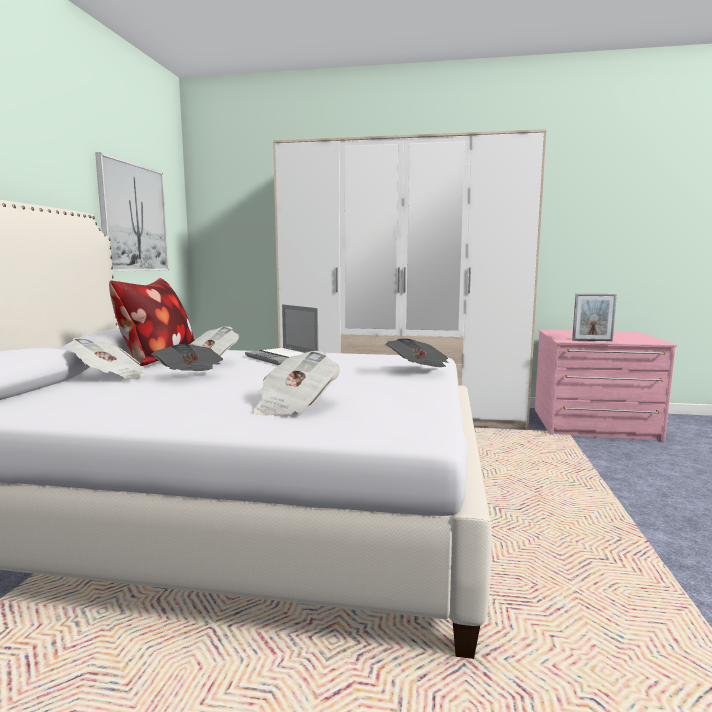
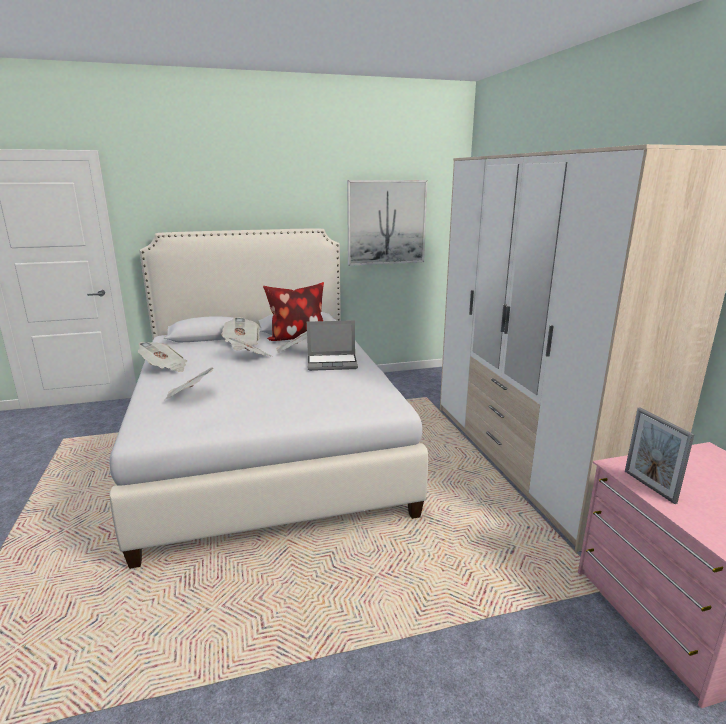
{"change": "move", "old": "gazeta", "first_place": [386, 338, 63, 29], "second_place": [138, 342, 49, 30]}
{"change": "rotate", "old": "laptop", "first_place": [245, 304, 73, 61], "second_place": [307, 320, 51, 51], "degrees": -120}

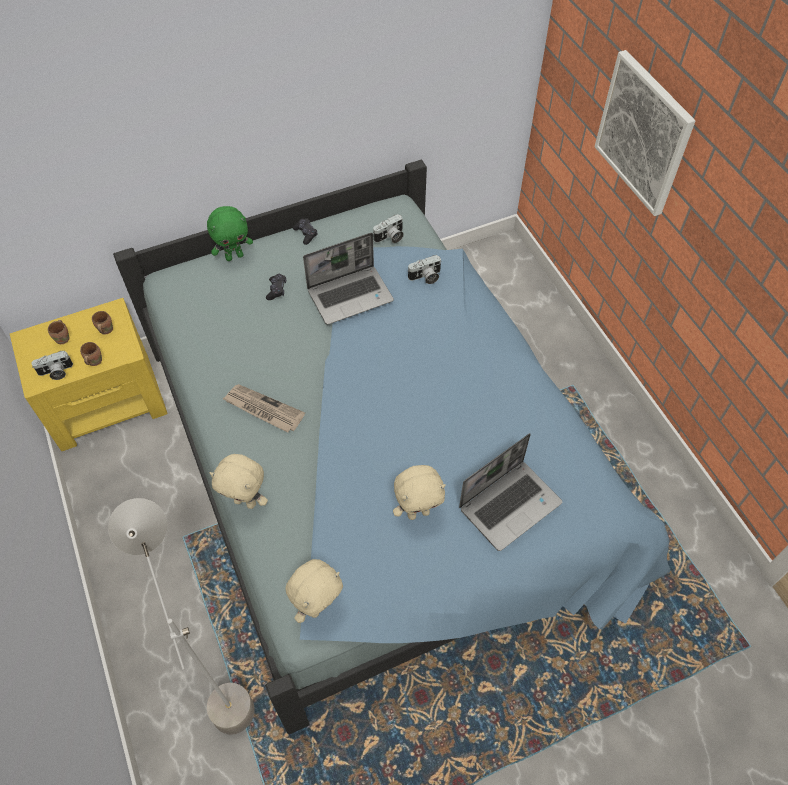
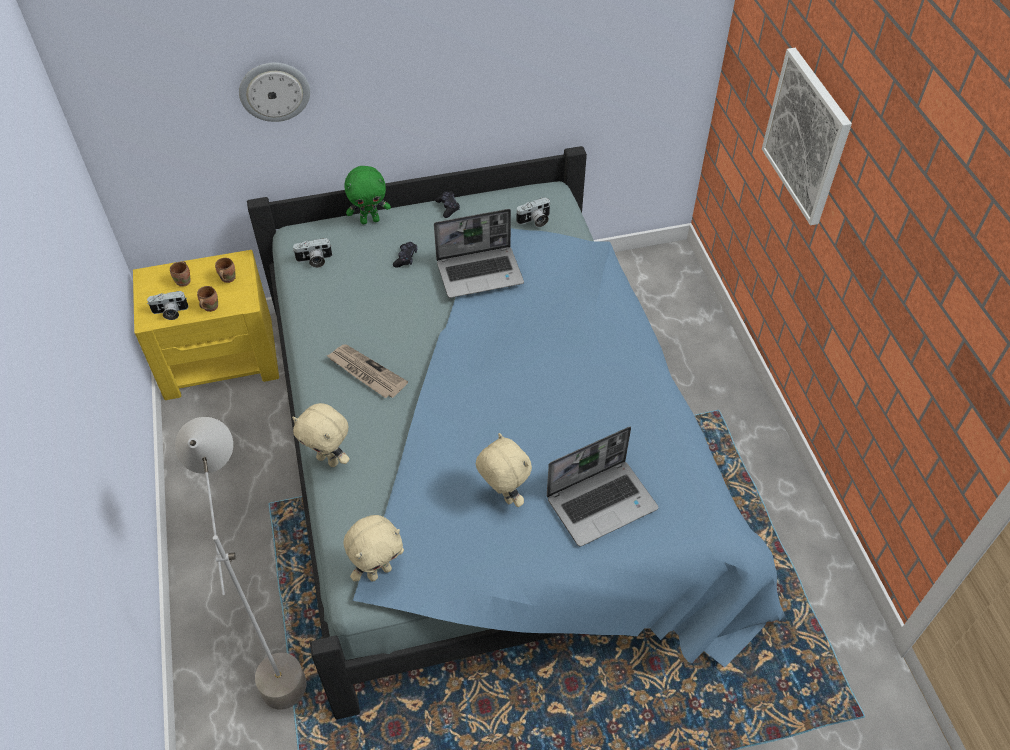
{"change": "insert", "new": "zegar ścienny", "second_place": [239, 63, 71, 59]}
{"change": "move", "old": "aparat fotograficzny", "first_place": [407, 255, 34, 29], "second_place": [293, 238, 39, 30]}
{"change": "rotate", "old": "pluszak/beżowy", "first_place": [393, 465, 53, 55], "second_place": [476, 433, 56, 74], "degrees": -120}

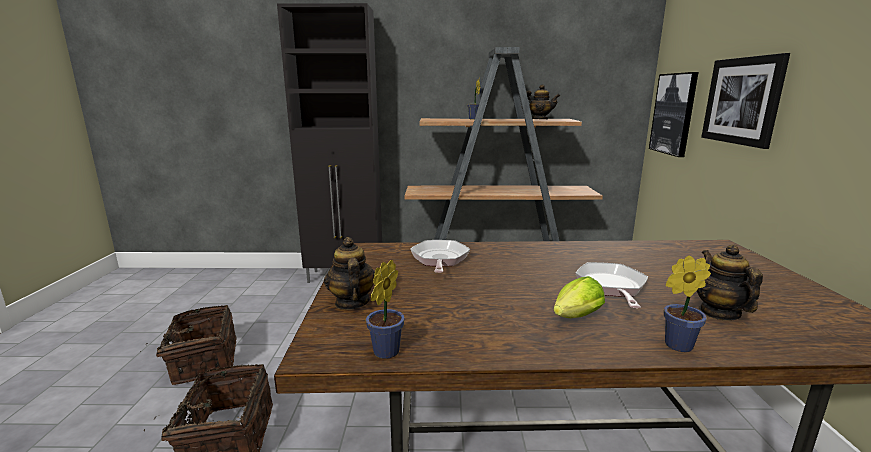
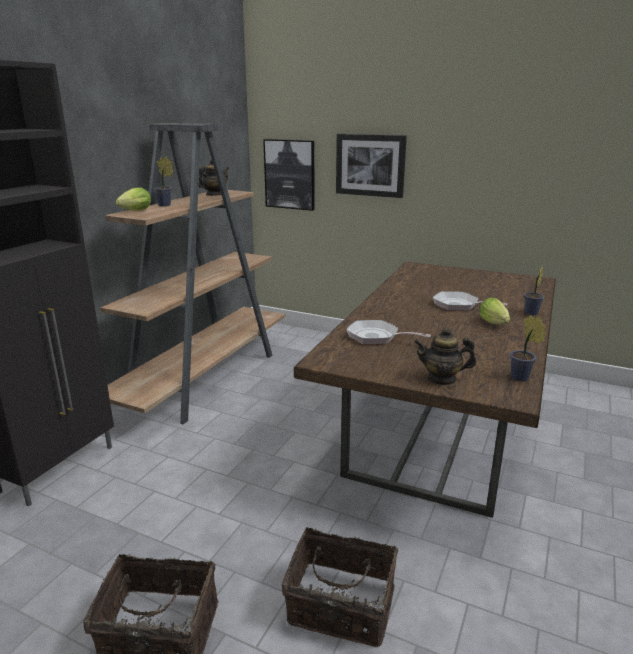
{"change": "insert", "new": "sałata", "second_place": [116, 187, 35, 24]}
{"change": "delete", "old": "imbryk", "first_place": [697, 244, 66, 77]}

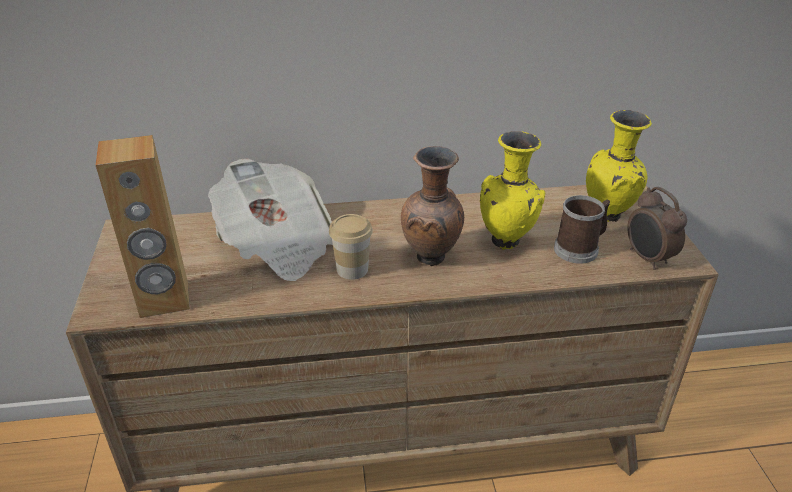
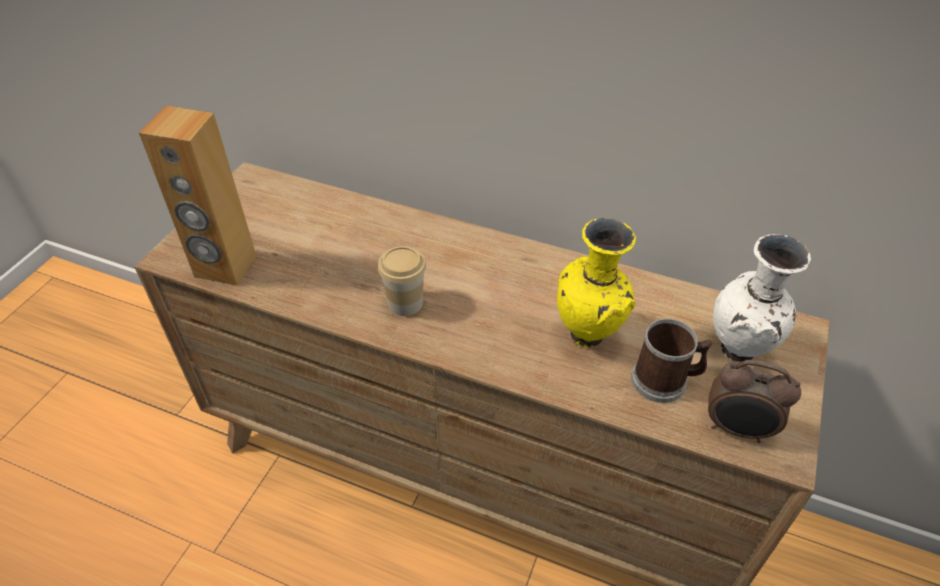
{"change": "rotate", "old": "budzik", "first_place": [627, 187, 60, 83], "second_place": [708, 360, 93, 83], "degrees": -75}
{"change": "recolor", "old": "wazon/żółty", "new": "wazon/biały", "first_place": [586, 110, 66, 112], "second_place": [713, 234, 98, 128]}
{"change": "delete", "old": "gazeta", "first_place": [208, 158, 125, 123]}
{"change": "delete", "old": "wazon/brązowy", "first_place": [401, 146, 63, 120]}

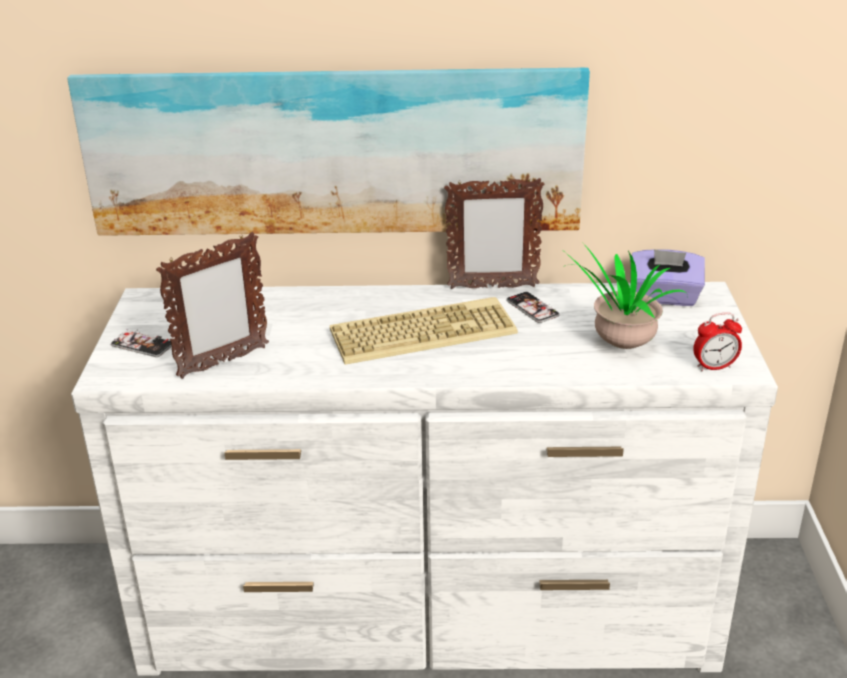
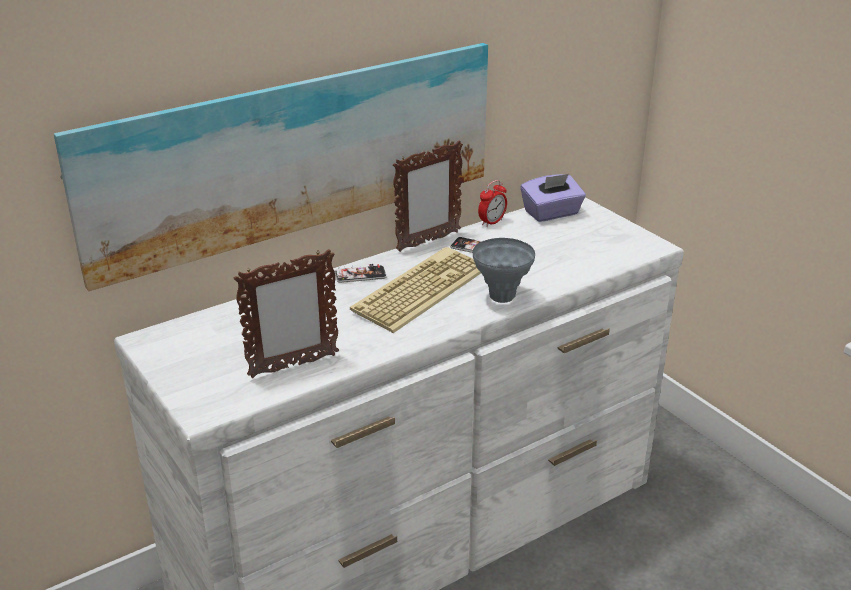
{"change": "rotate", "old": "ramka na zdjęcie", "first_place": [156, 232, 113, 147], "second_place": [234, 249, 105, 129], "degrees": 45}
{"change": "move", "old": "telefon", "first_place": [111, 329, 61, 28], "second_place": [335, 264, 52, 19]}
{"change": "insert", "new": "wazon/szary", "second_place": [473, 238, 62, 65]}
{"change": "move", "old": "budzik", "first_place": [693, 313, 49, 58], "second_place": [478, 180, 29, 47]}
{"change": "delete", "old": "roślina doniczkowa", "first_place": [565, 243, 121, 106]}

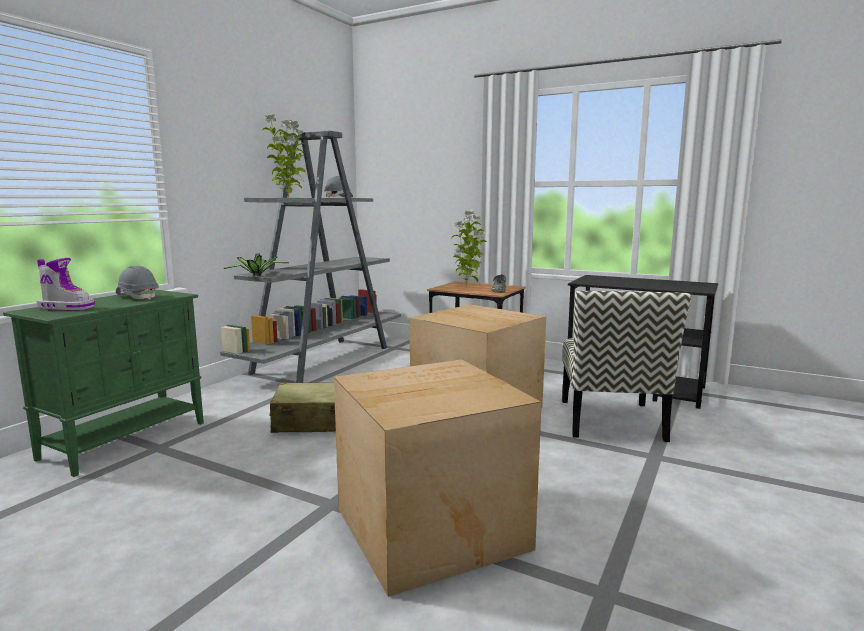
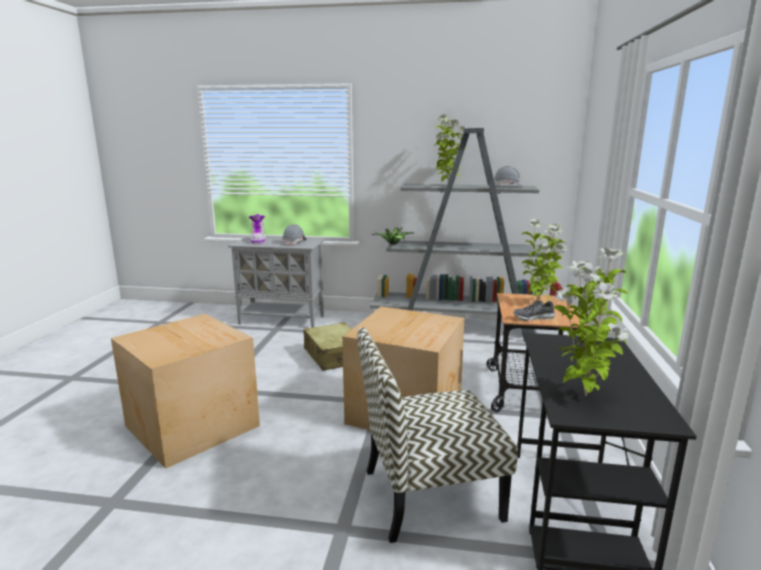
{"change": "recolor", "old": "szafka/zielony", "new": "szafka/szary", "first_place": [3, 289, 201, 188], "second_place": [228, 237, 96, 91]}
{"change": "insert", "new": "roślina doniczkowa", "second_place": [554, 248, 75, 148]}

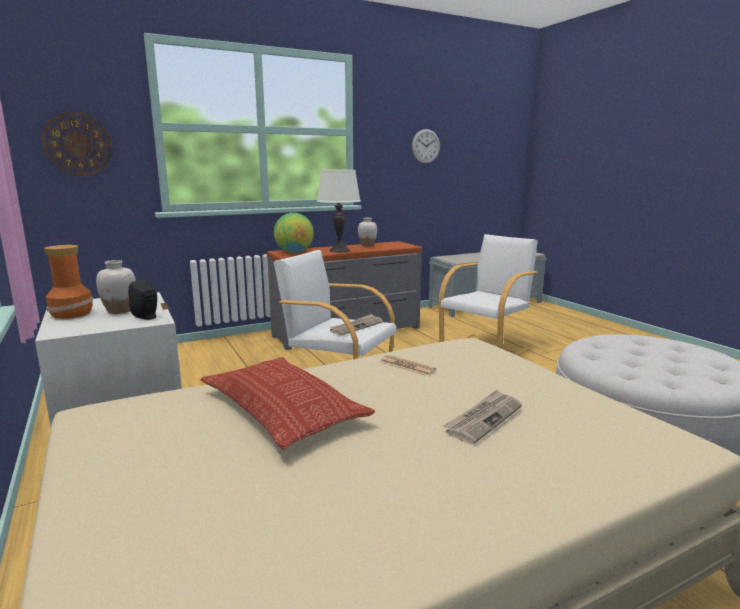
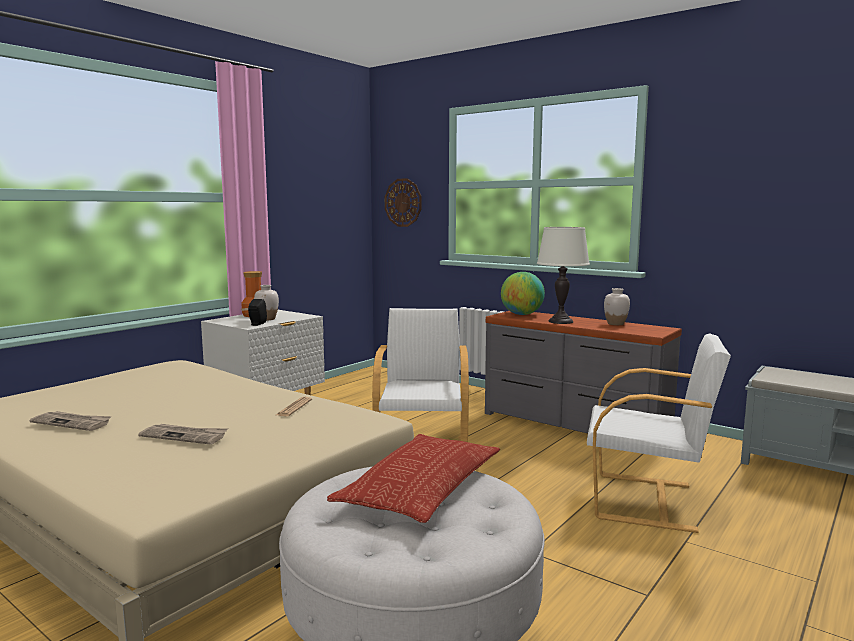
{"change": "move", "old": "gazeta", "first_place": [330, 314, 53, 21], "second_place": [30, 411, 82, 20]}
{"change": "move", "old": "poduszka", "first_place": [201, 357, 174, 93], "second_place": [327, 434, 173, 89]}
{"change": "delete", "old": "zegar ścienny", "first_place": [412, 129, 28, 35]}

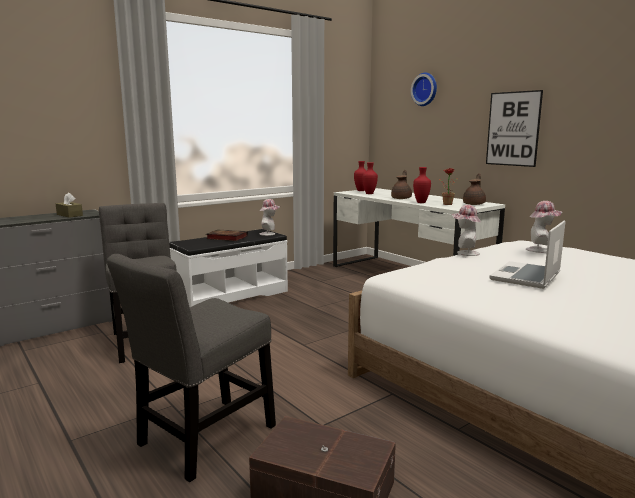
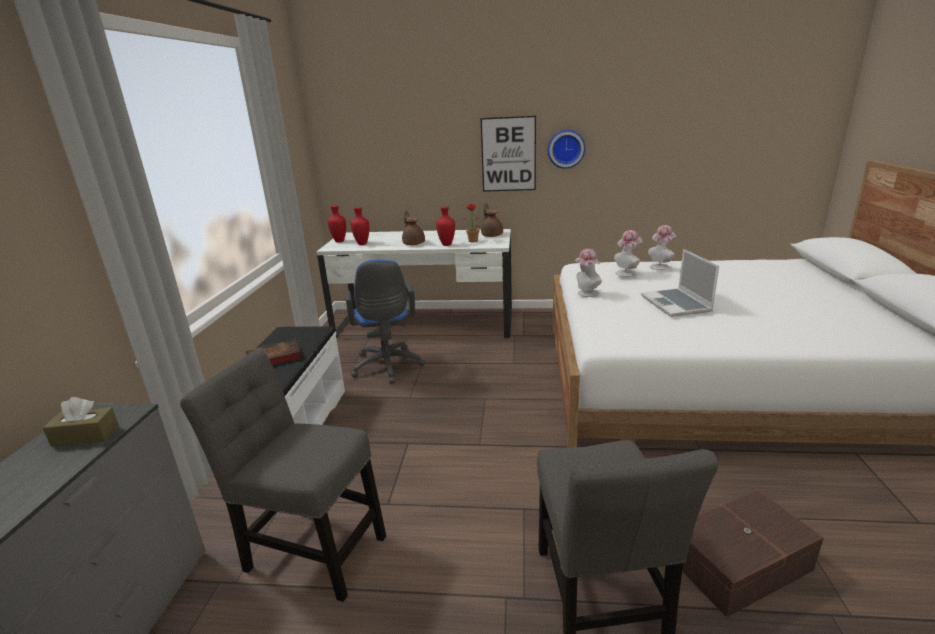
{"change": "insert", "new": "krzesło biurowe/niebieski", "second_place": [345, 259, 80, 125]}
{"change": "move", "old": "zegar ścienny", "first_place": [411, 73, 26, 33], "second_place": [548, 130, 37, 39]}
{"change": "move", "old": "kapelusz", "first_place": [260, 199, 20, 37], "second_place": [648, 225, 28, 45]}

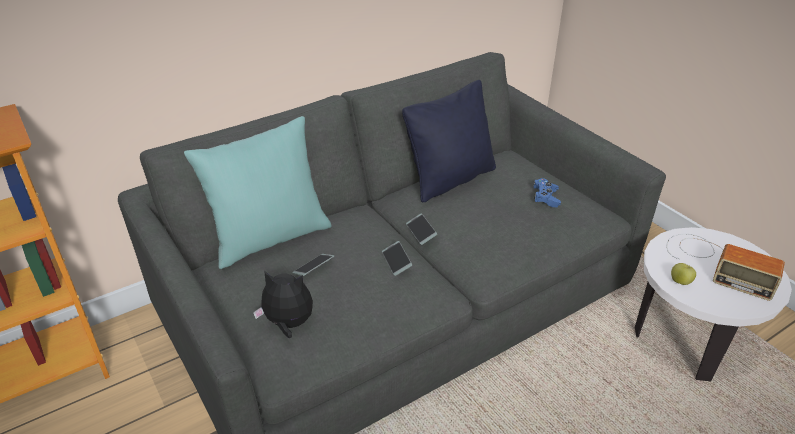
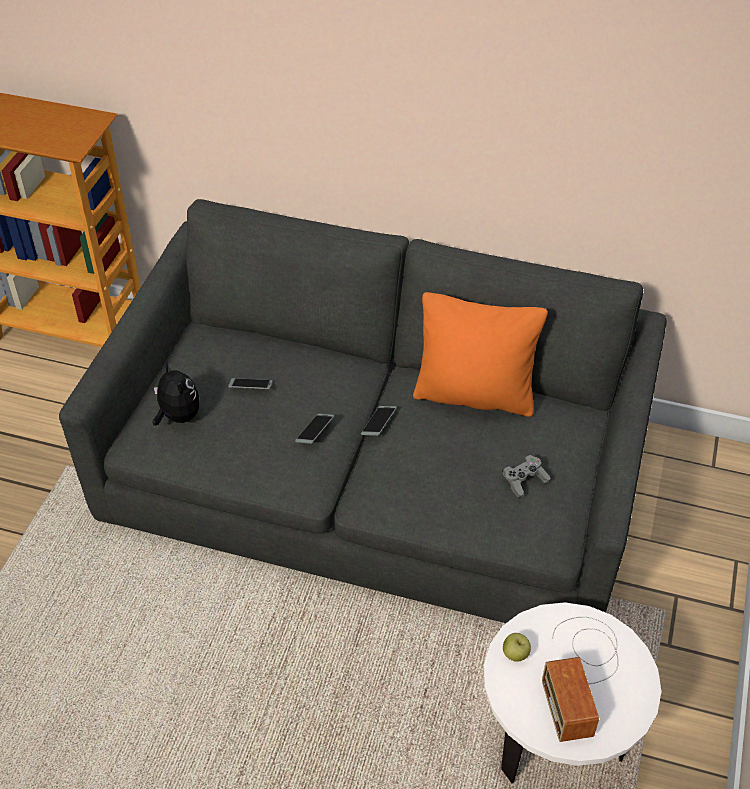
{"change": "recolor", "old": "poduszka/czarny", "new": "poduszka/pomarańczowy", "first_place": [402, 80, 94, 122], "second_place": [413, 292, 135, 125]}
{"change": "recolor", "old": "pad do gier/niebieski", "new": "pad do gier/szary", "first_place": [533, 178, 28, 29], "second_place": [502, 455, 49, 43]}
{"change": "delete", "old": "poduszka/turkusowy", "first_place": [184, 116, 148, 153]}

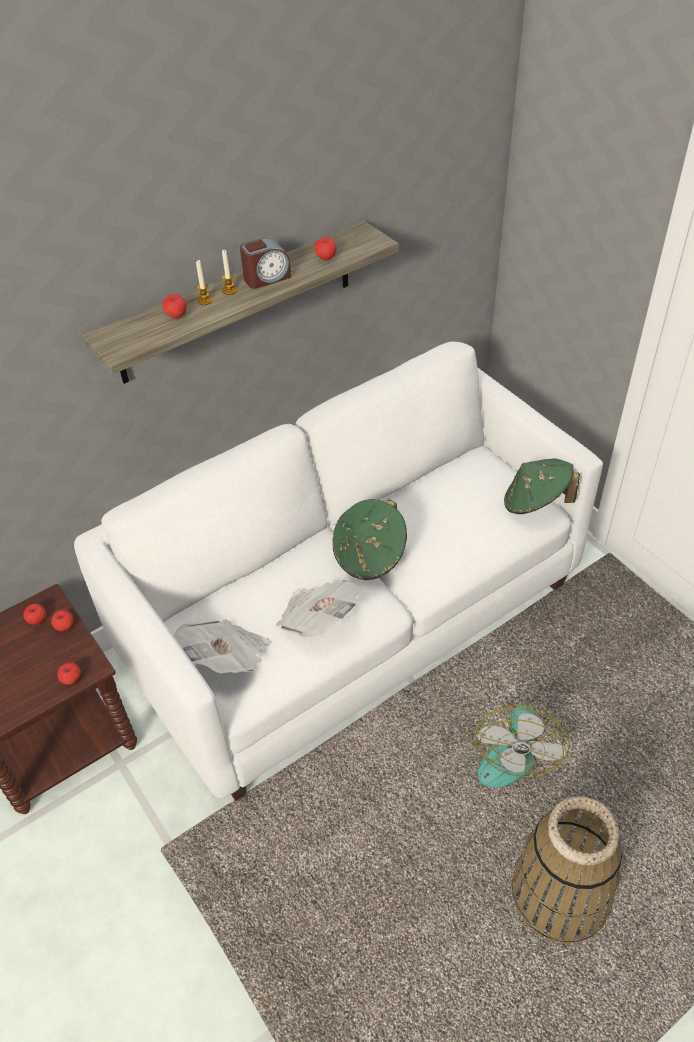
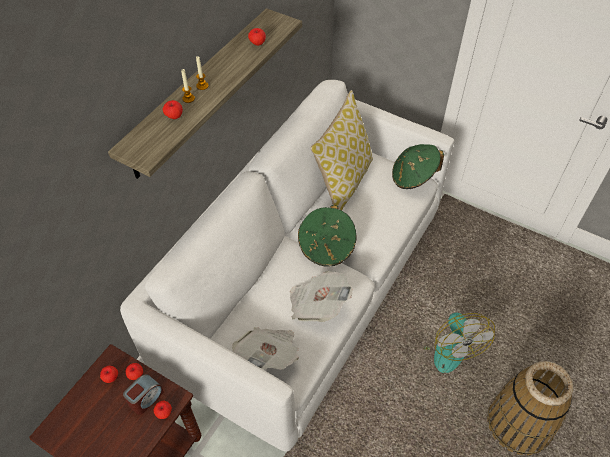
{"change": "move", "old": "budzik", "first_place": [240, 238, 51, 51], "second_place": [123, 374, 41, 41]}
{"change": "insert", "new": "poduszka", "second_place": [311, 90, 62, 121]}

